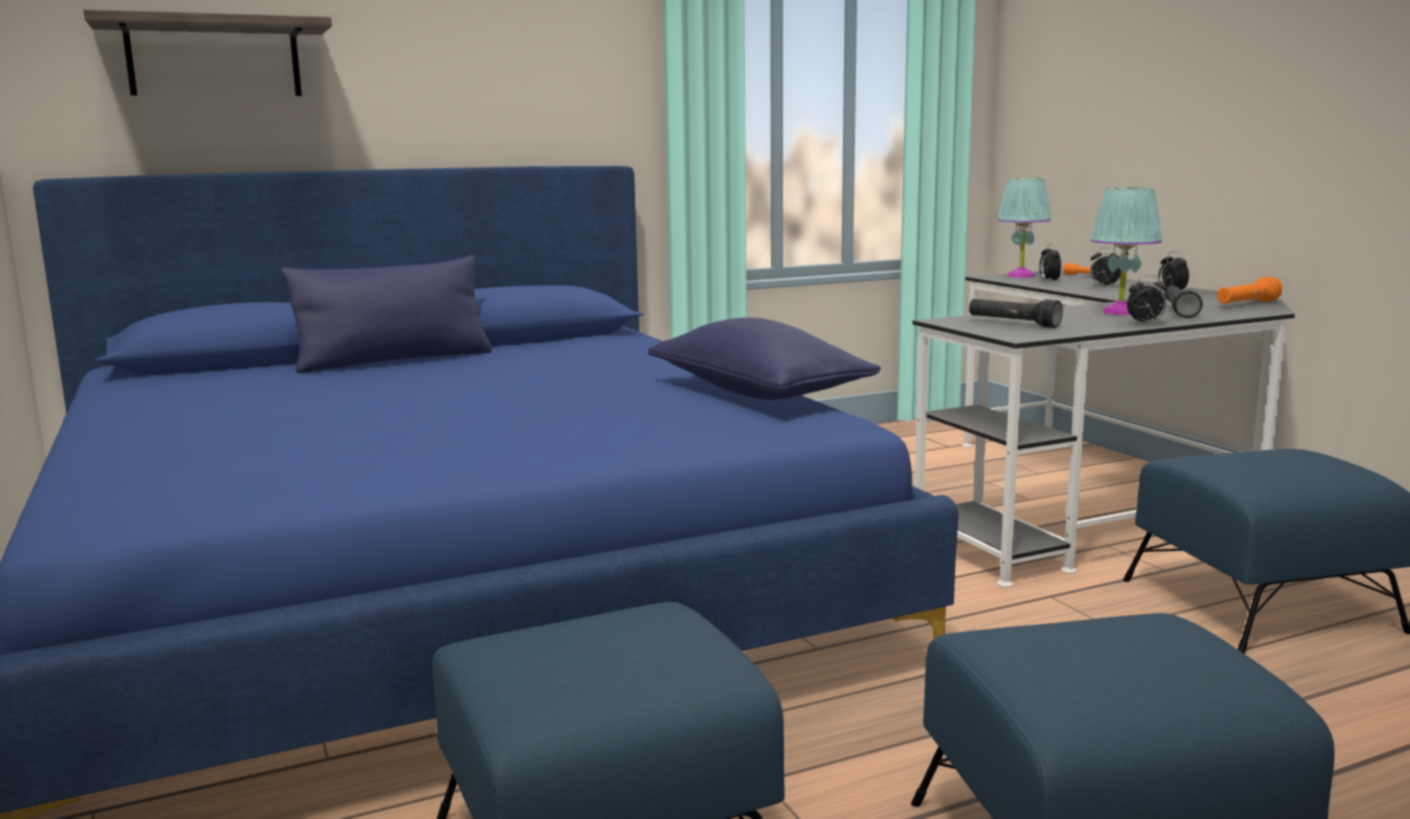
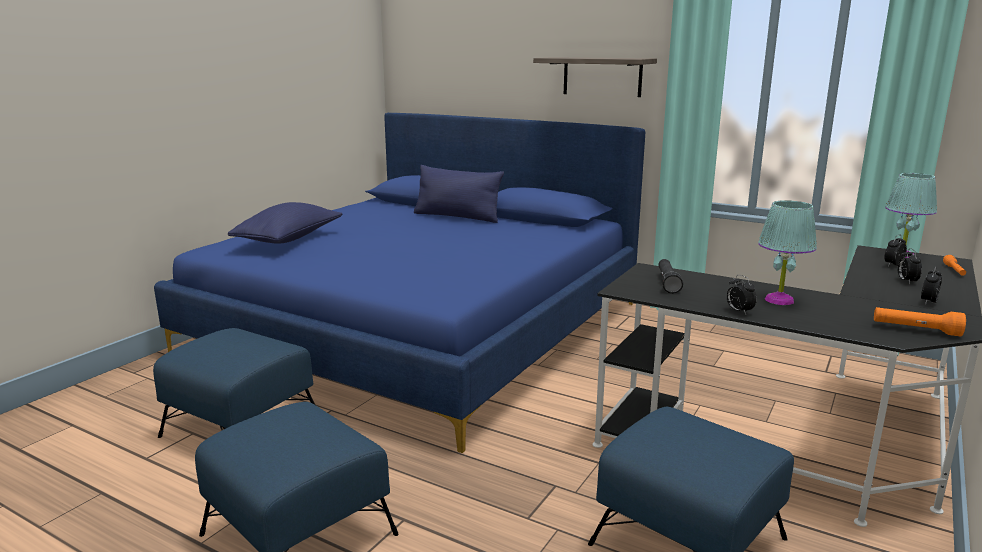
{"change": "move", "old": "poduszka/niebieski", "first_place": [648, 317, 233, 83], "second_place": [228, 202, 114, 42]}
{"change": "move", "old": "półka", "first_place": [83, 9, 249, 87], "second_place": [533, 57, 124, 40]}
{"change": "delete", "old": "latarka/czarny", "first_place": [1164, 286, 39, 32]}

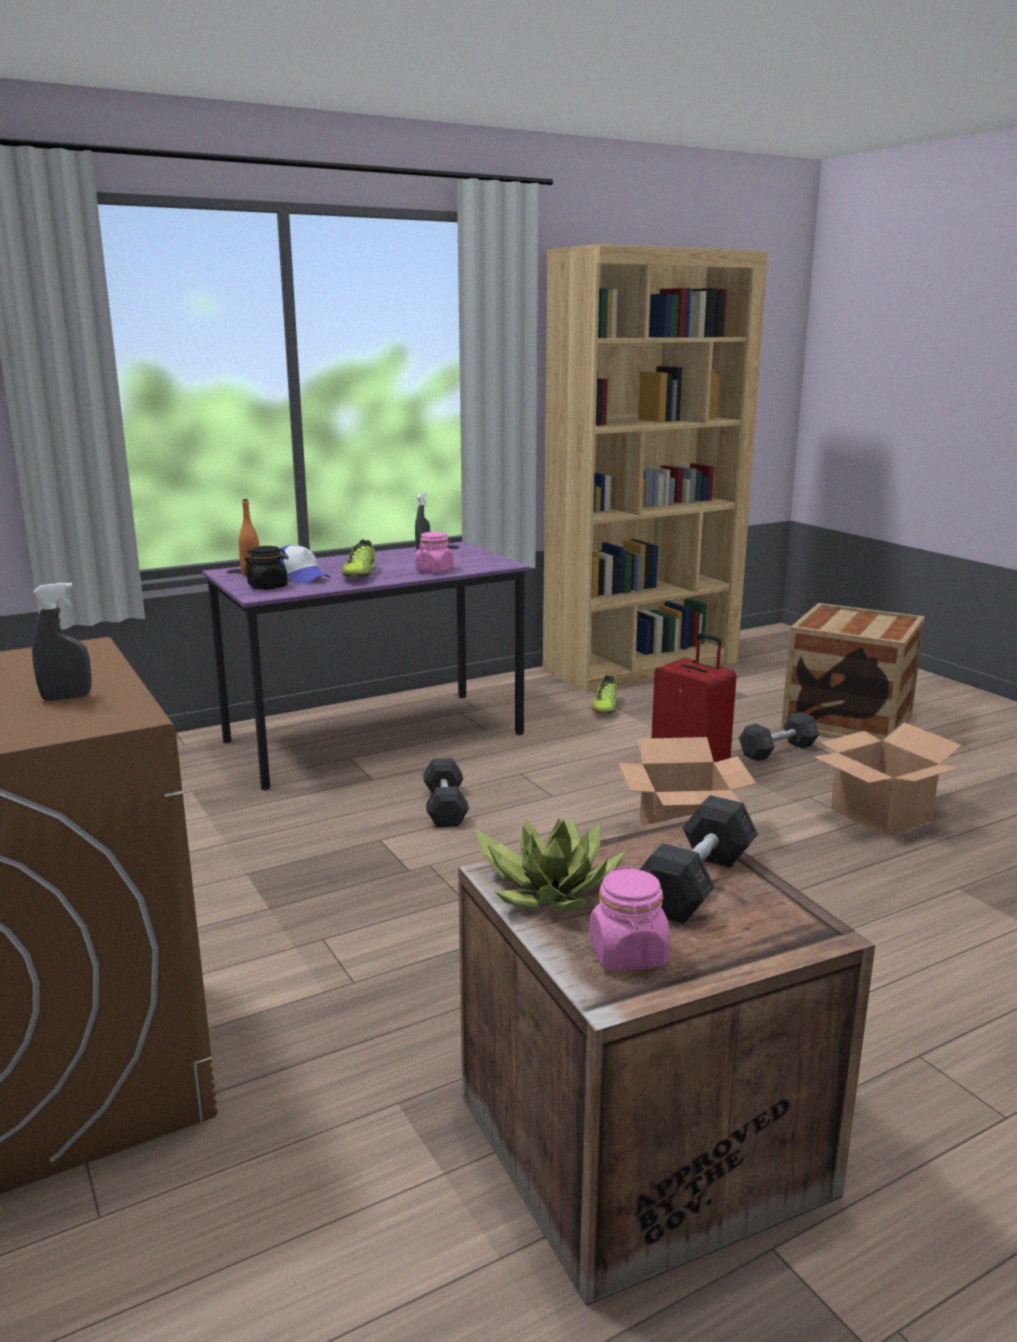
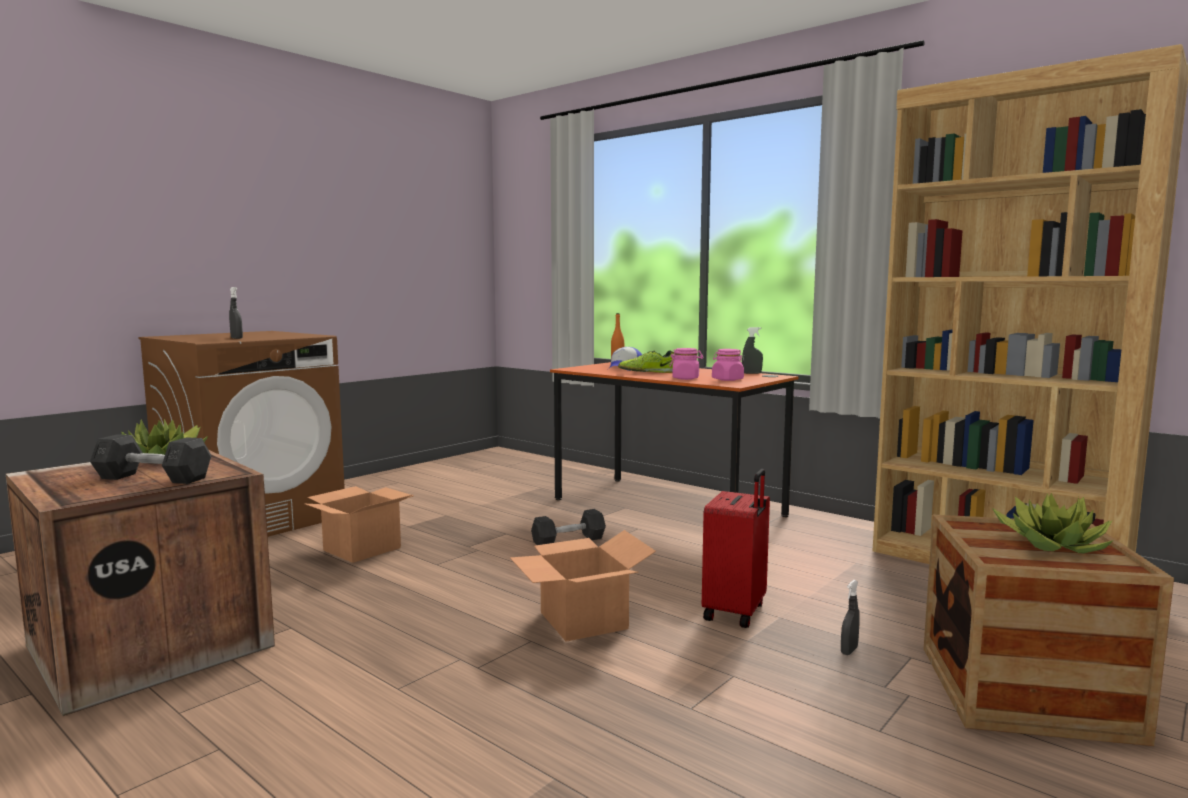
{"change": "move", "old": "karton", "first_place": [814, 722, 148, 114], "second_place": [305, 486, 109, 77]}
{"change": "recolor", "old": "biurko/fioletowy", "new": "biurko/pomarańczowy", "first_place": [202, 542, 328, 248], "second_place": [550, 362, 248, 155]}
{"change": "move", "old": "słoik/różowy", "first_place": [589, 866, 82, 105], "second_place": [712, 349, 32, 32]}
{"change": "replace", "old": "hantel/szary", "new": "spryskiwacz/szary", "first_place": [739, 712, 80, 49], "second_place": [841, 580, 19, 75]}
{"change": "insert", "new": "roślina doniczkowa", "second_place": [991, 493, 122, 60]}
{"change": "delete", "old": "słoik/czarny", "first_place": [244, 546, 44, 44]}
{"change": "delete", "old": "but", "first_place": [591, 675, 27, 38]}

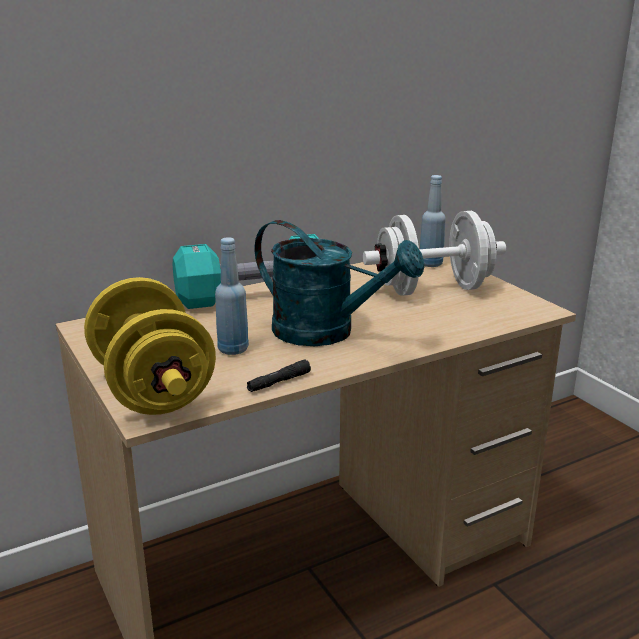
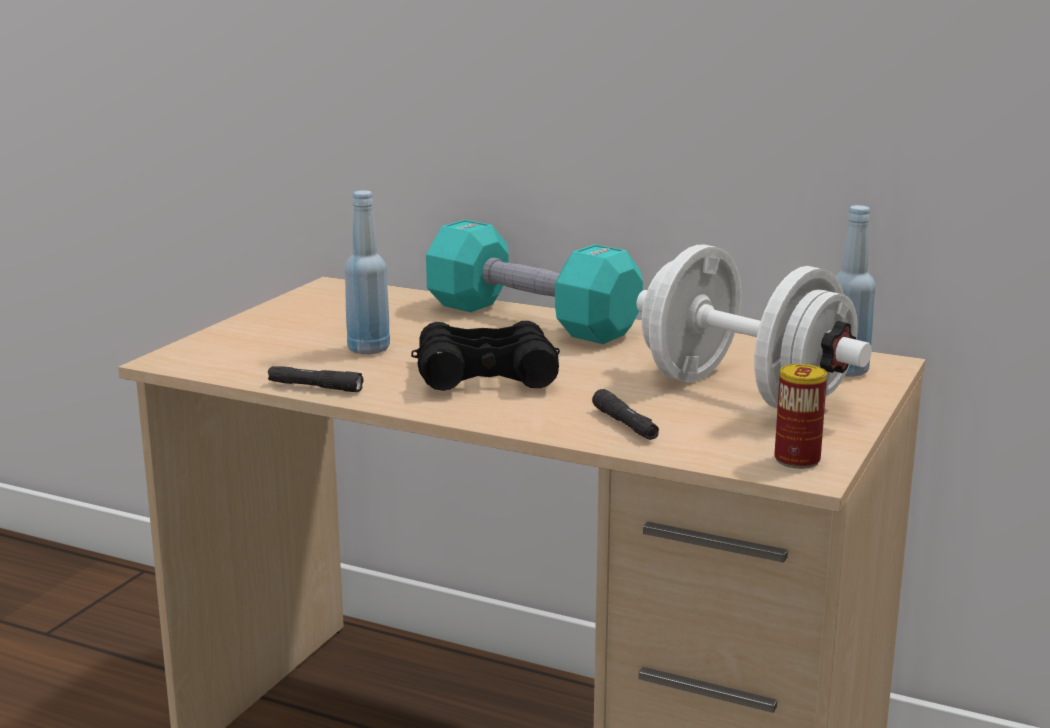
{"change": "replace", "old": "konewka/turkusowy", "new": "lornetka/czarny", "first_place": [255, 220, 170, 126], "second_place": [411, 321, 149, 70]}
{"change": "insert", "new": "latarka/czarny", "second_place": [592, 389, 67, 51]}
{"change": "insert", "new": "puszka", "second_place": [774, 364, 53, 105]}
{"change": "delete", "old": "hantel/żółty", "first_place": [84, 277, 132, 138]}

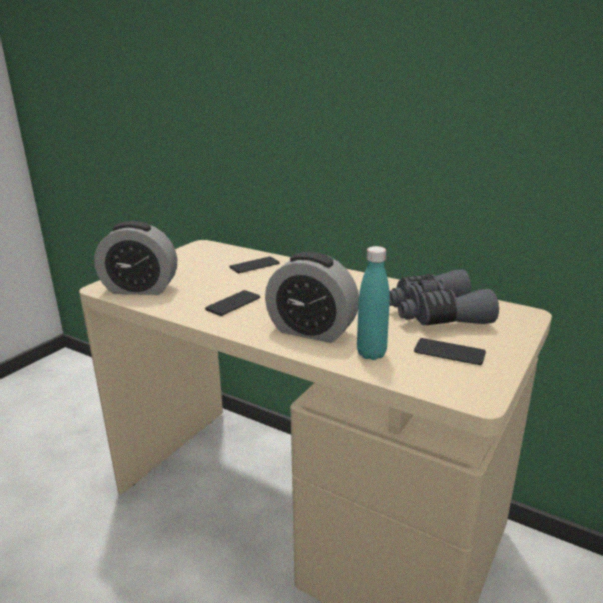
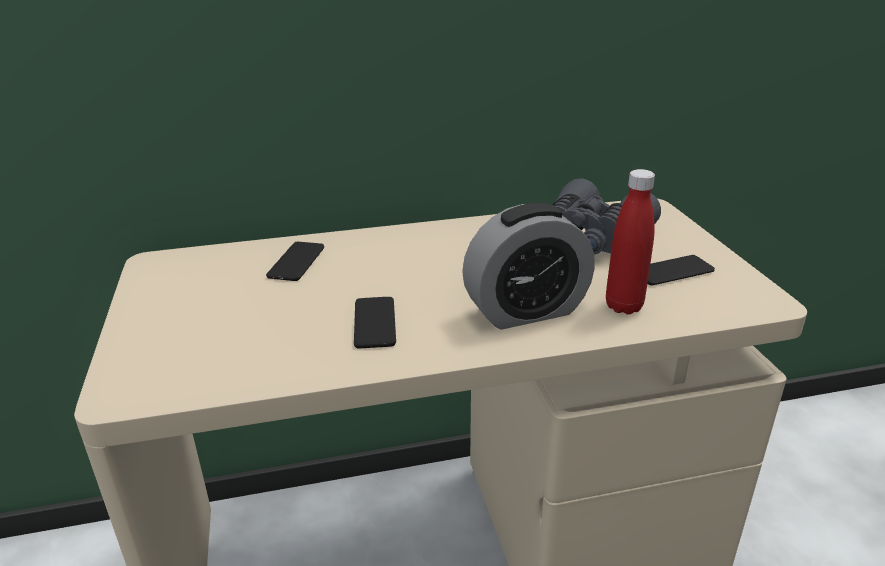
{"change": "recolor", "old": "butelka/turkusowy", "new": "butelka/czerwony", "first_place": [357, 246, 33, 114], "second_place": [606, 169, 49, 145]}
{"change": "delete", "old": "budzik", "first_place": [94, 221, 83, 74]}

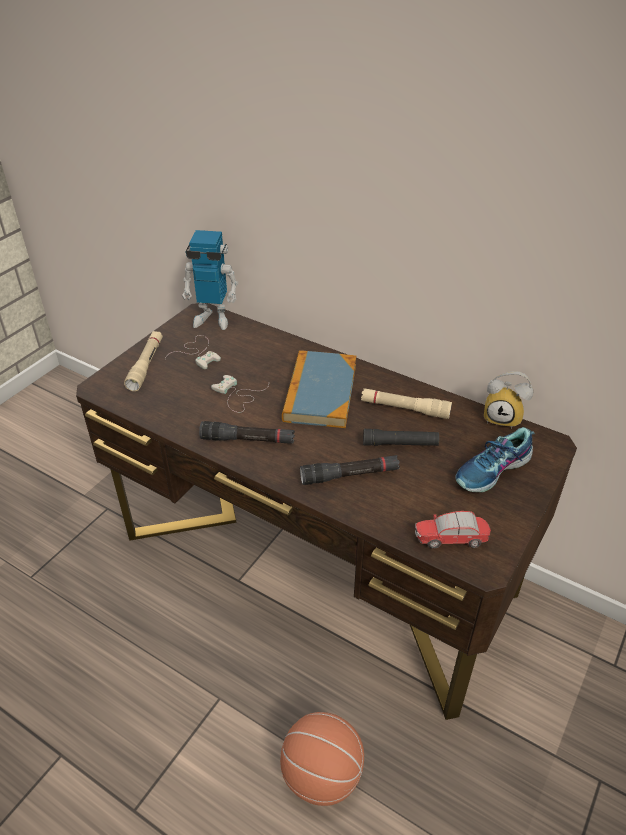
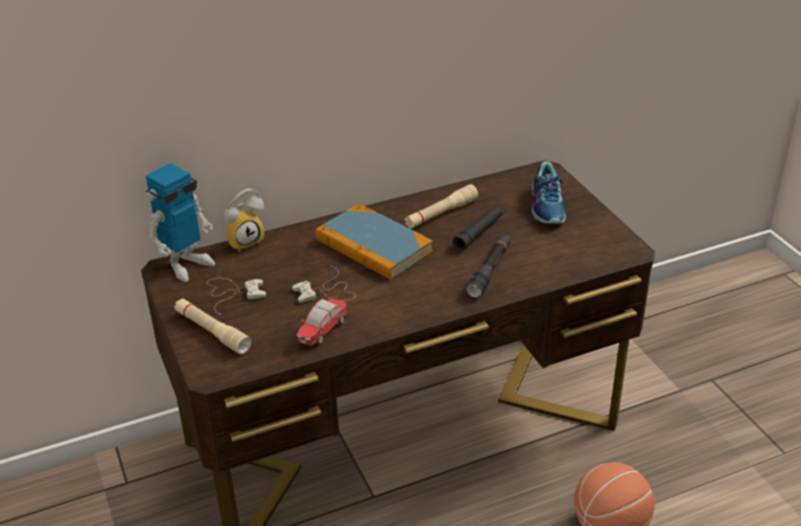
{"change": "move", "old": "budzik", "first_place": [484, 371, 50, 58], "second_place": [223, 189, 41, 63]}
{"change": "move", "old": "samochodzik", "first_place": [415, 511, 76, 38], "second_place": [297, 298, 50, 48]}
{"change": "delete", "old": "latarka/czarny", "first_place": [199, 421, 96, 23]}

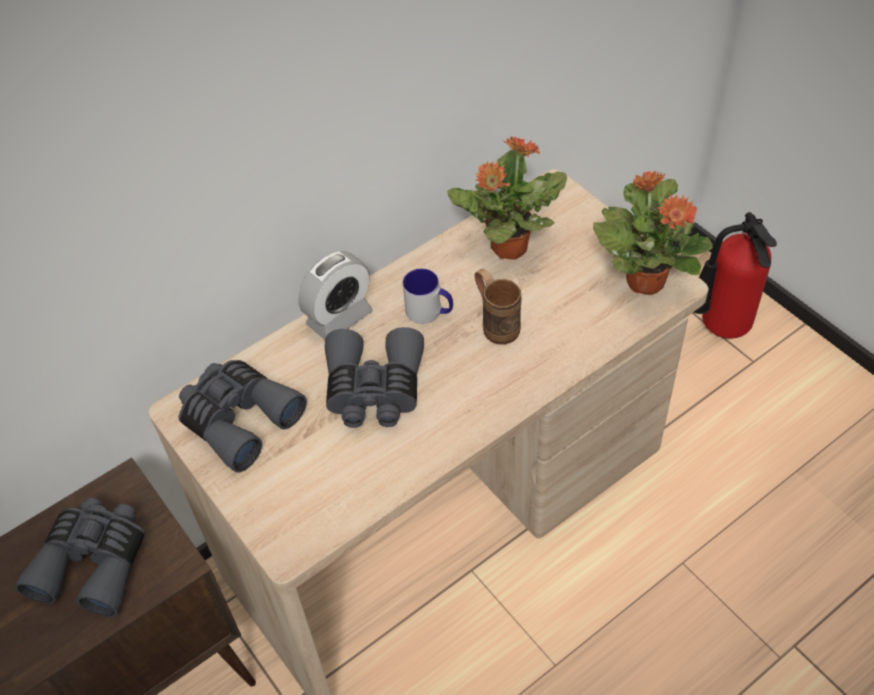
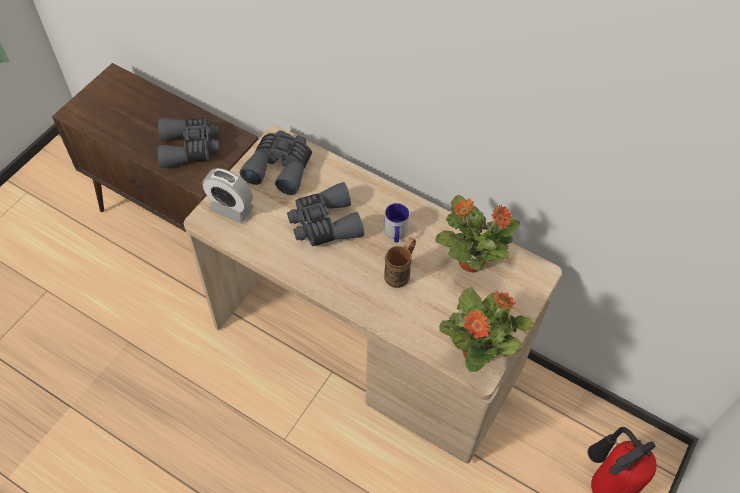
{"change": "move", "old": "budzik", "first_place": [298, 251, 75, 89], "second_place": [202, 168, 52, 56]}

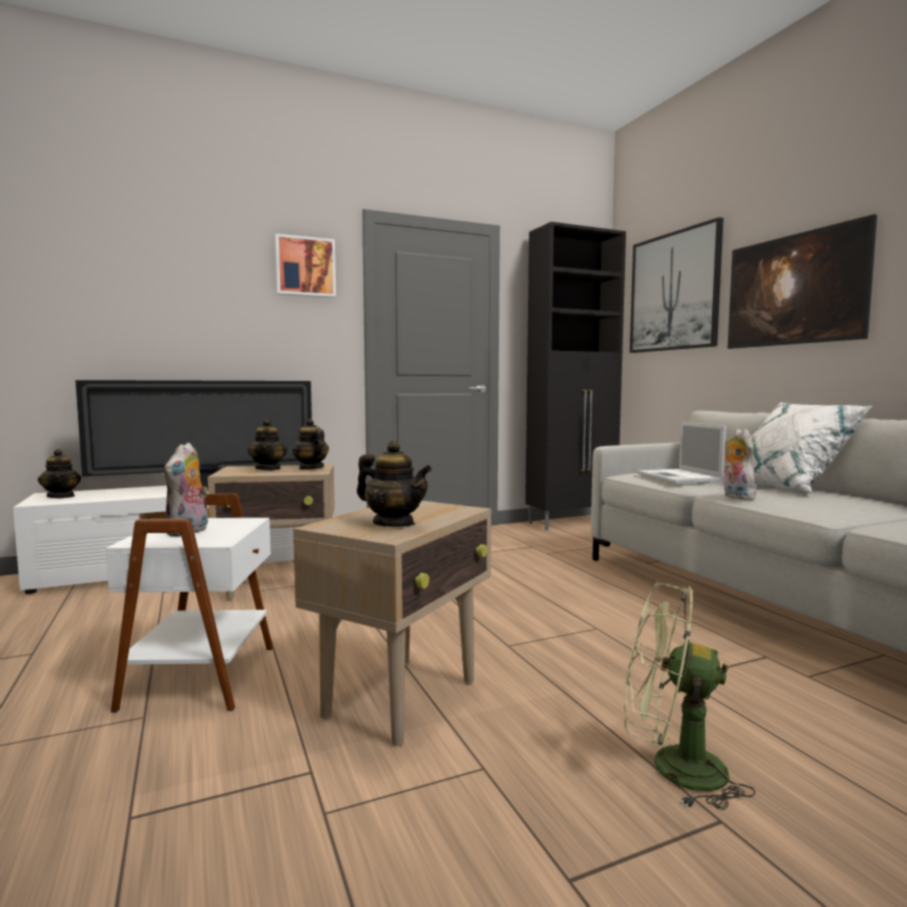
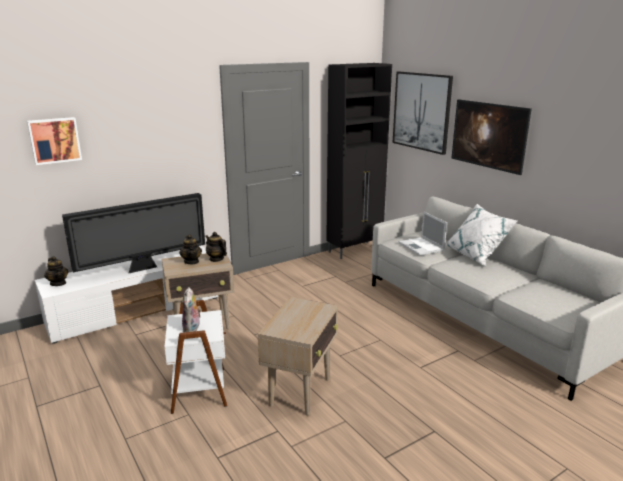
{"change": "move", "old": "obraz", "first_place": [275, 234, 61, 64], "second_place": [27, 117, 55, 48]}
{"change": "delete", "old": "imbryk", "first_place": [357, 441, 75, 86]}
{"change": "delete", "old": "wentylator/zielony", "first_place": [624, 582, 131, 228]}
{"change": "delete", "old": "pluszak", "first_place": [724, 429, 36, 71]}

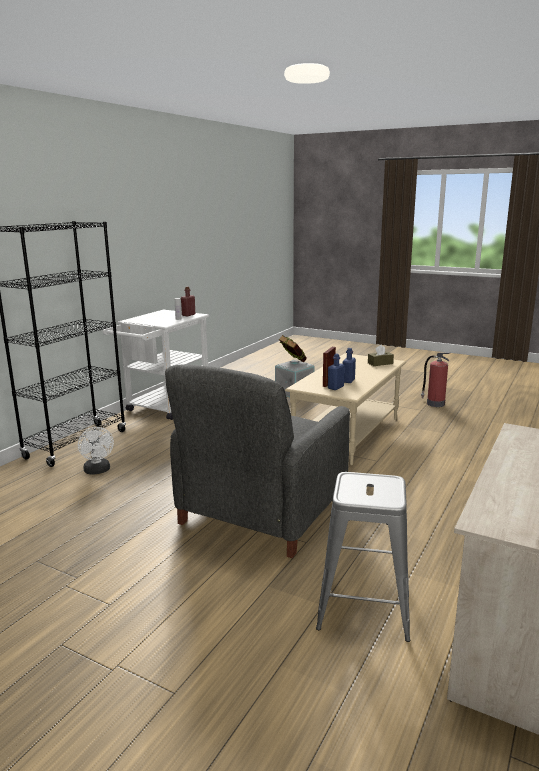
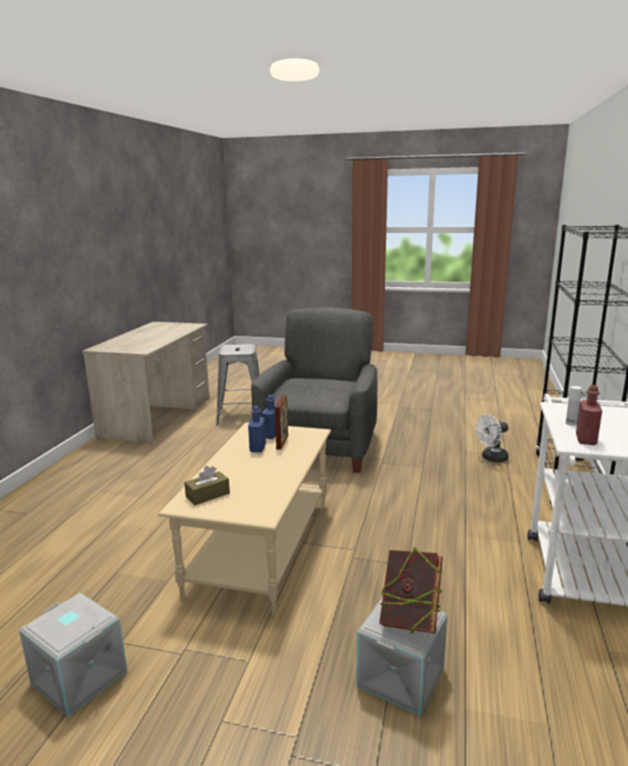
{"change": "replace", "old": "gaśnica", "new": "pojemnik do przechowywania/szary", "first_place": [421, 352, 30, 55], "second_place": [19, 593, 109, 124]}
{"change": "rotate", "old": "wentylator/biały", "first_place": [78, 427, 36, 48], "second_place": [476, 414, 33, 48], "degrees": -75}

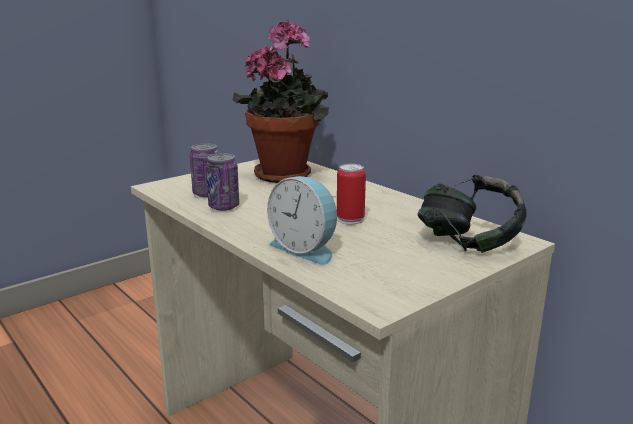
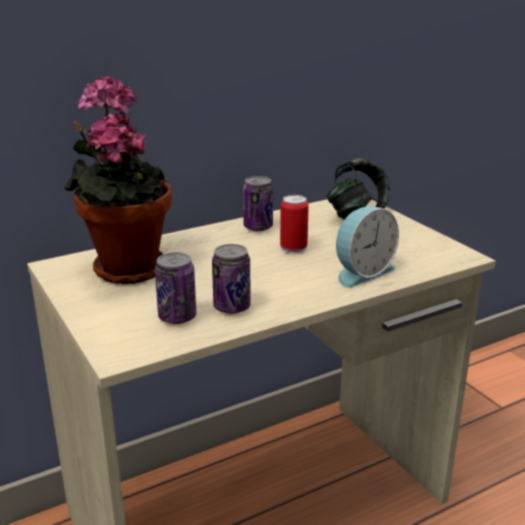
{"change": "insert", "new": "puszka", "second_place": [243, 176, 30, 55]}

